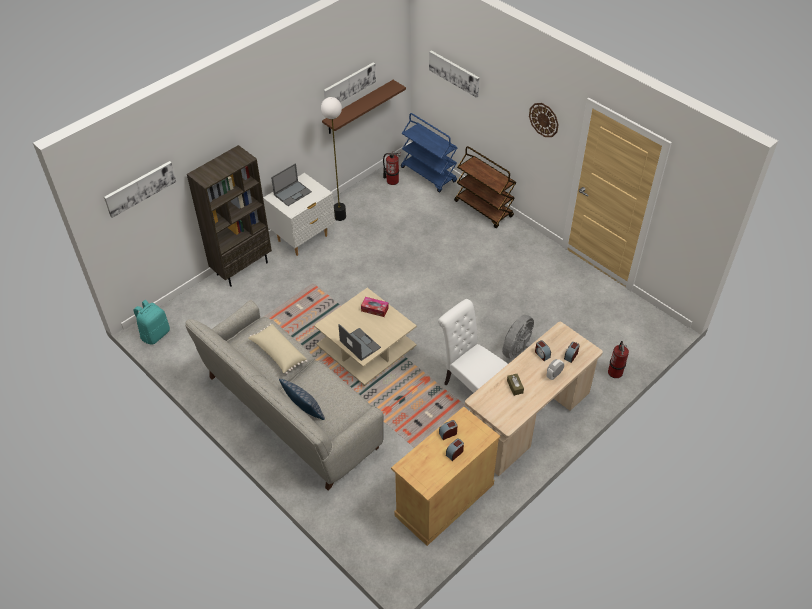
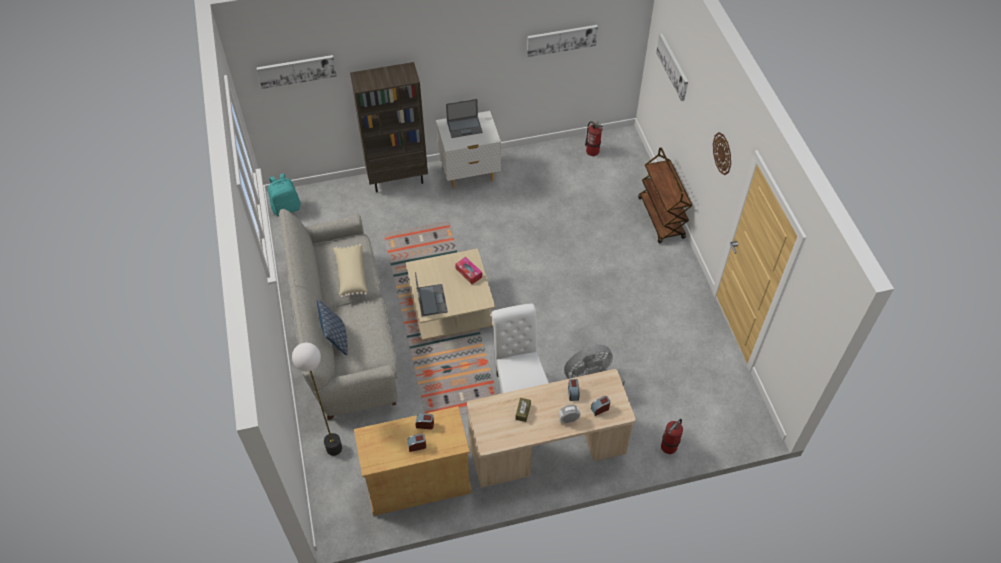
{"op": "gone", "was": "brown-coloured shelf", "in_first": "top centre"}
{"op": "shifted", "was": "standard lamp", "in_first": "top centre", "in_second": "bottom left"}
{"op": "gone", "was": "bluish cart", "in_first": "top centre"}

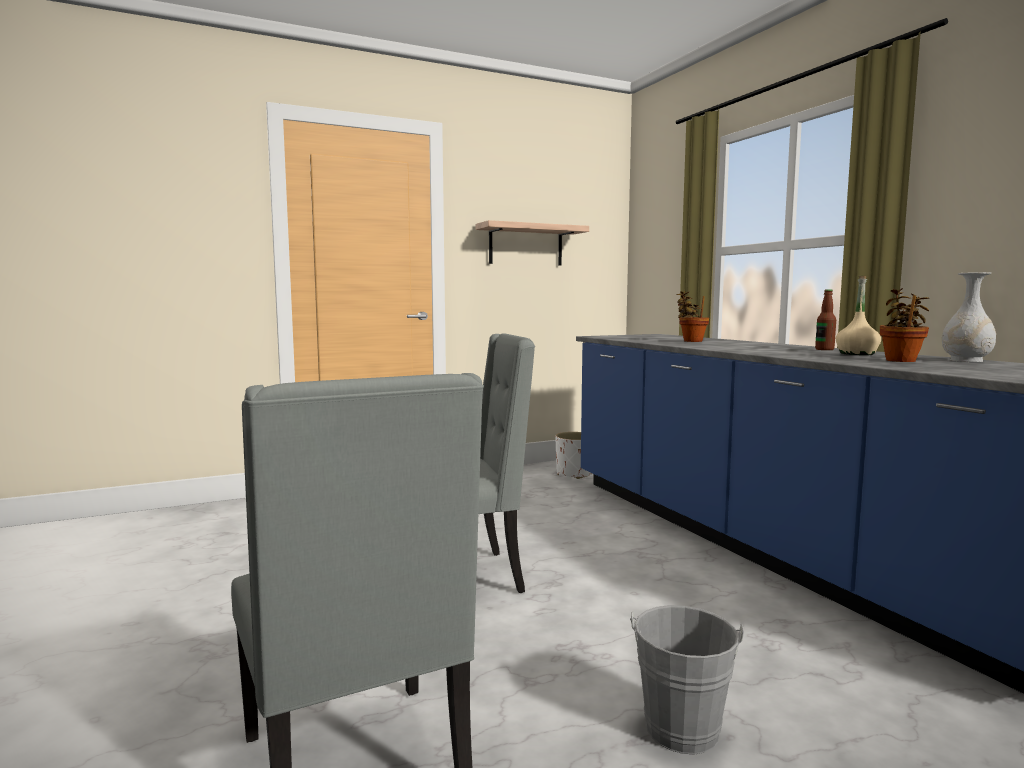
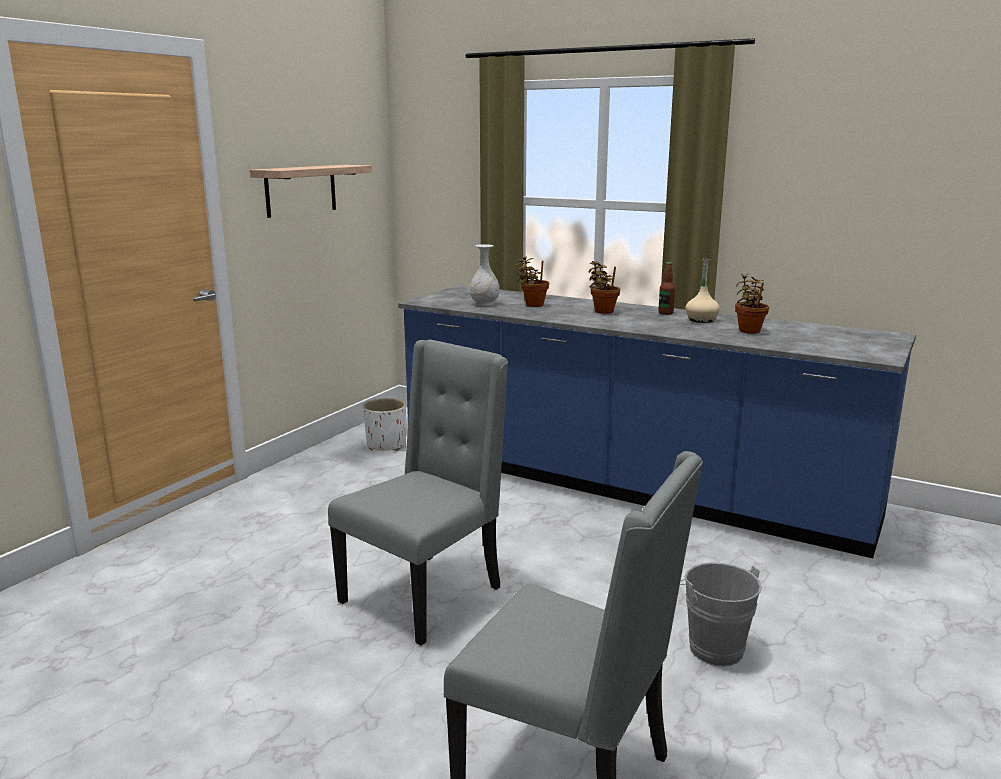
{"op": "shifted", "was": "whitish vase", "in_first": "middle right", "in_second": "centre"}
{"op": "new", "now": "houseplant (no. 2 from left)", "in_second": "centre"}

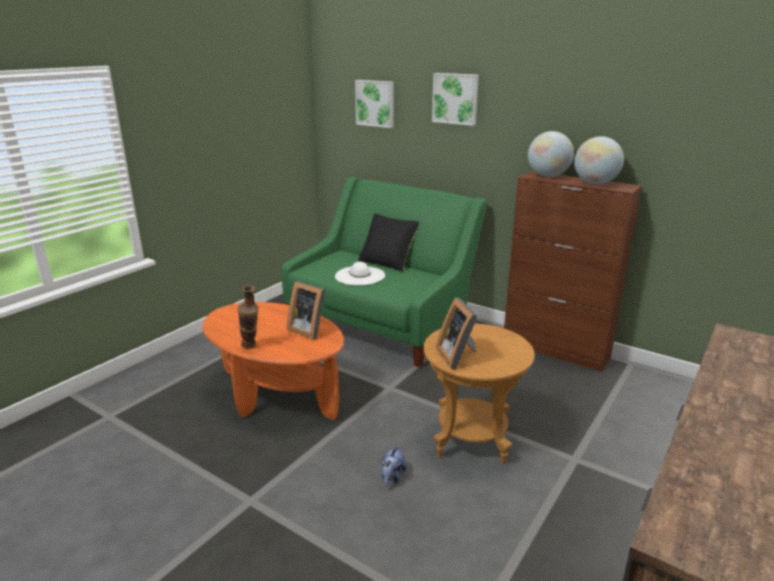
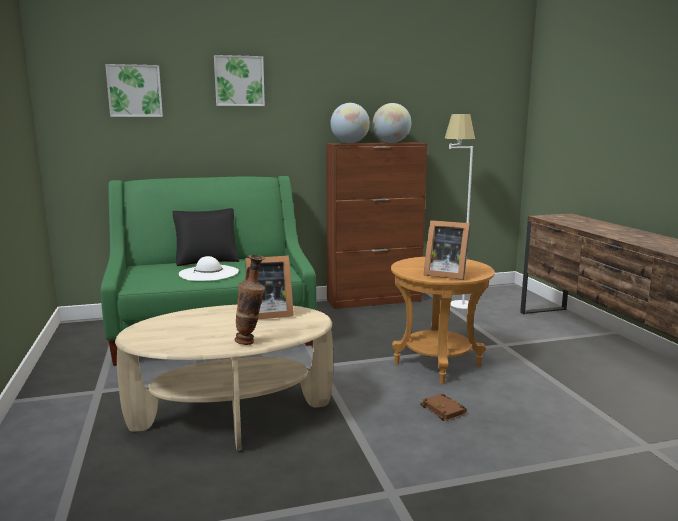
{"op": "repainted", "was": "orangey lounge table", "now": "beige-coloured lounge table", "in_first": "centre", "in_second": "bottom left"}
{"op": "swapped", "was": "cuddly toy", "now": "brown-coloured book", "in_first": "bottom centre", "in_second": "bottom centre"}
{"op": "new", "now": "whitish standard lamp", "in_second": "middle right"}

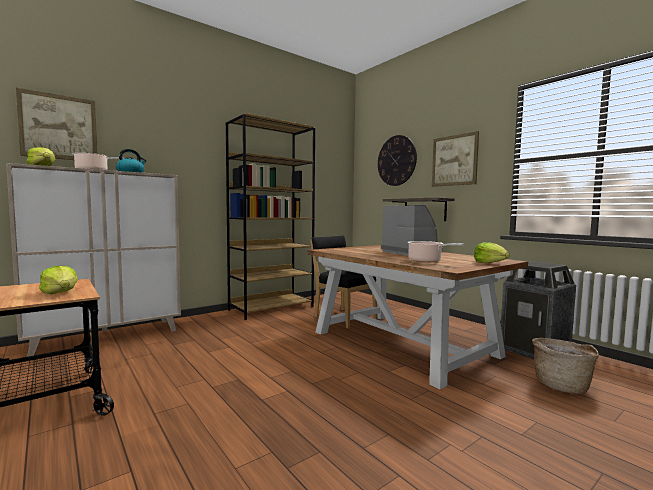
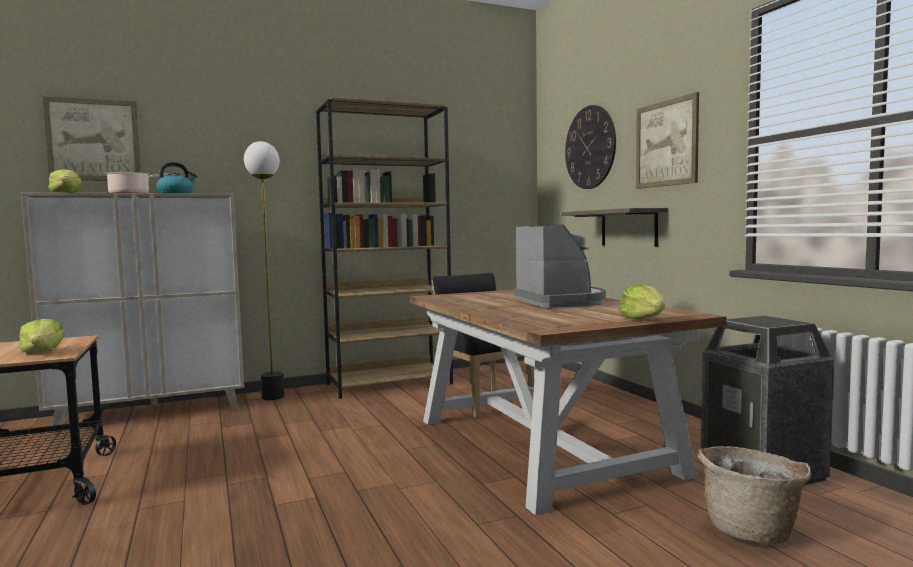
{"op": "gone", "was": "saucepot (no. 2 from left)", "in_first": "centre"}
{"op": "new", "now": "standard lamp", "in_second": "middle left"}

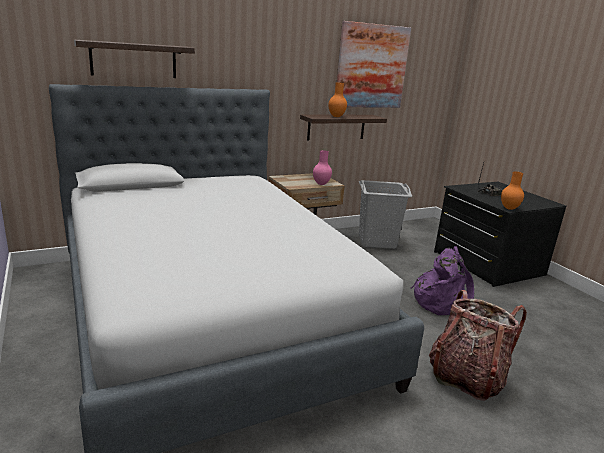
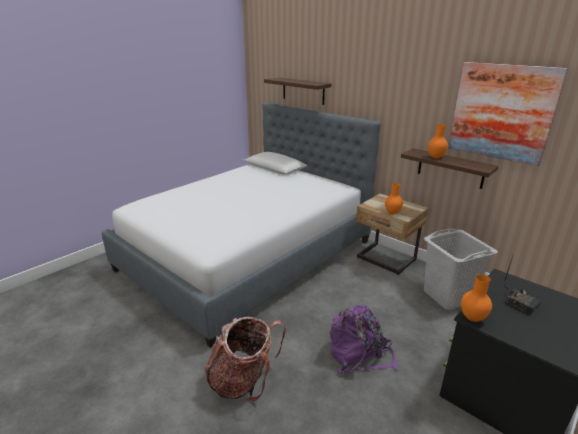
{"op": "repainted", "was": "pink-coloured vase", "now": "orangey vase (no. 1 from left)", "in_first": "centre", "in_second": "middle right"}

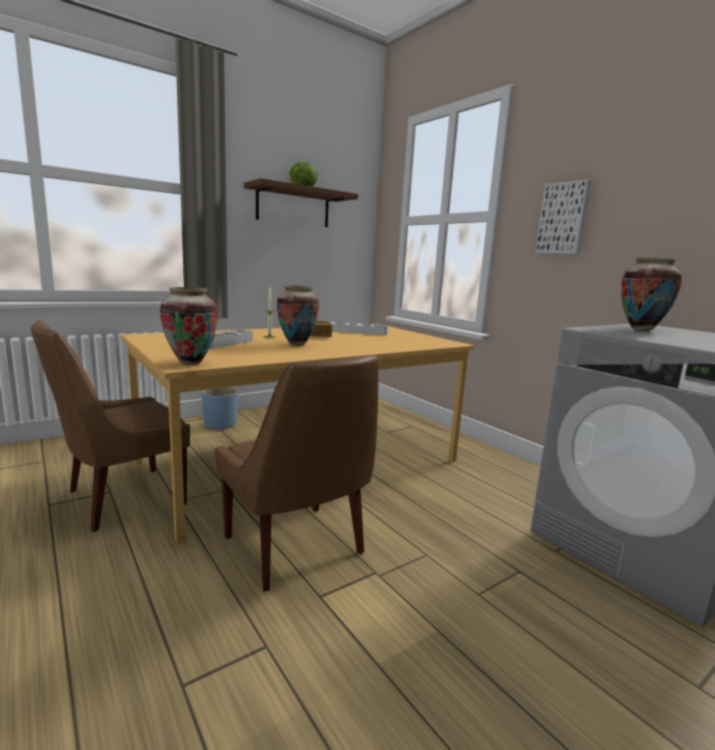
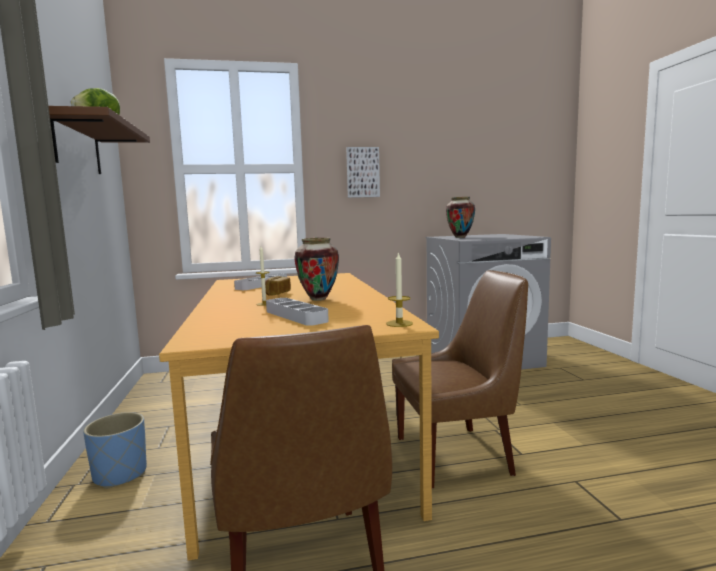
{"op": "swapped", "was": "vase (no. 1 from left)", "now": "candle (no. 2 from left)", "in_first": "middle left", "in_second": "centre"}

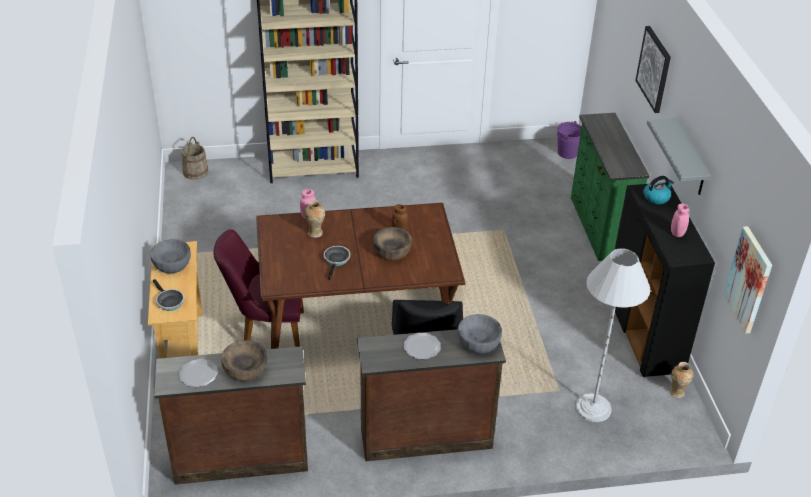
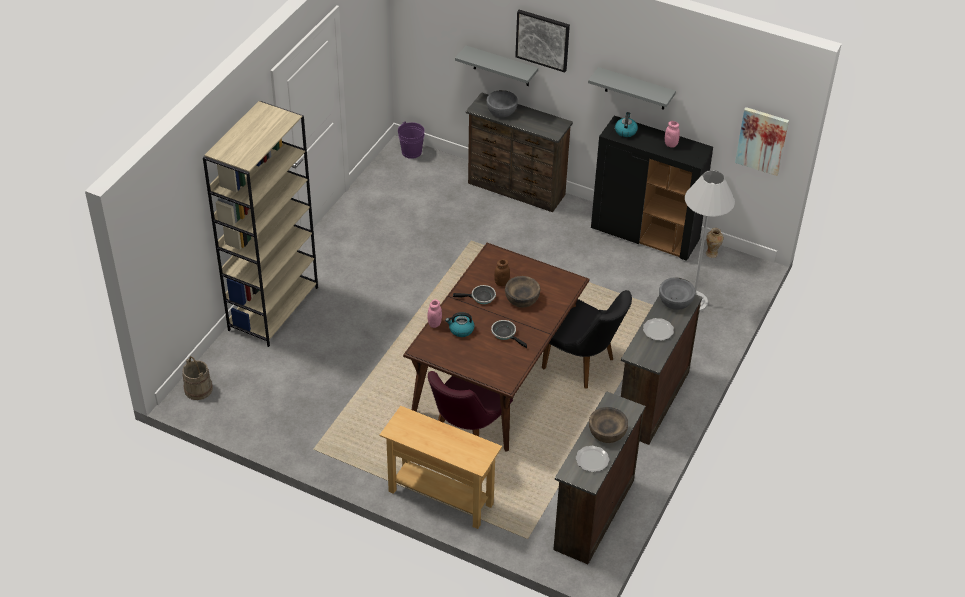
{"op": "repainted", "was": "green drawer chest", "now": "brown-coloured drawer chest (no. 1 from left)", "in_first": "middle right", "in_second": "top centre"}
{"op": "swapped", "was": "vase (no. 1 from left)", "now": "tea kettle (no. 1 from left)", "in_first": "centre", "in_second": "centre"}
{"op": "shifted", "was": "grey bowl (no. 1 from left)", "in_first": "middle left", "in_second": "top centre"}
{"op": "shifted", "was": "pan (no. 1 from left)", "in_first": "middle left", "in_second": "centre"}
{"op": "new", "now": "grey shelf (no. 1 from left)", "in_second": "top centre"}

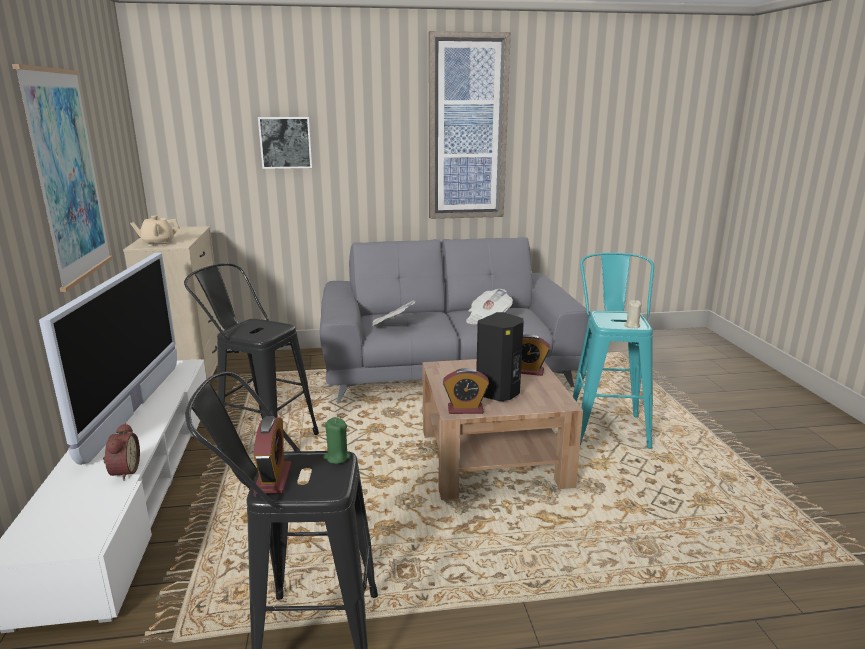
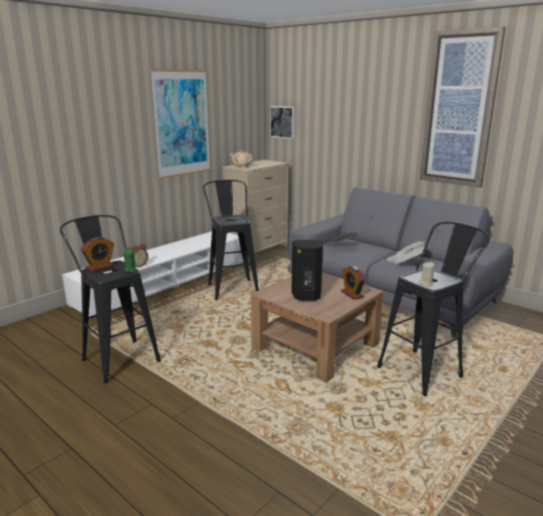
{"op": "shifted", "was": "picture (no. 2 from left)", "in_first": "top left", "in_second": "top centre"}
{"op": "gone", "was": "television", "in_first": "middle left"}
{"op": "repainted", "was": "turquoise sitting stool", "now": "black-coloured sitting stool (no. 3 from left)", "in_first": "middle right", "in_second": "middle right"}
{"op": "gone", "was": "alarm clock (no. 3 from left)", "in_first": "centre"}

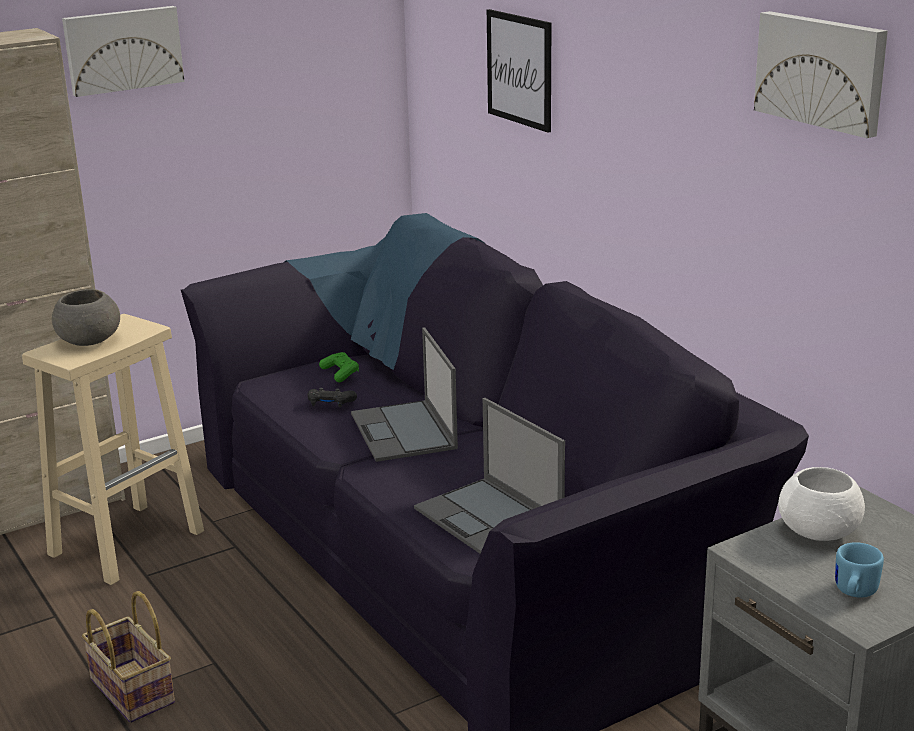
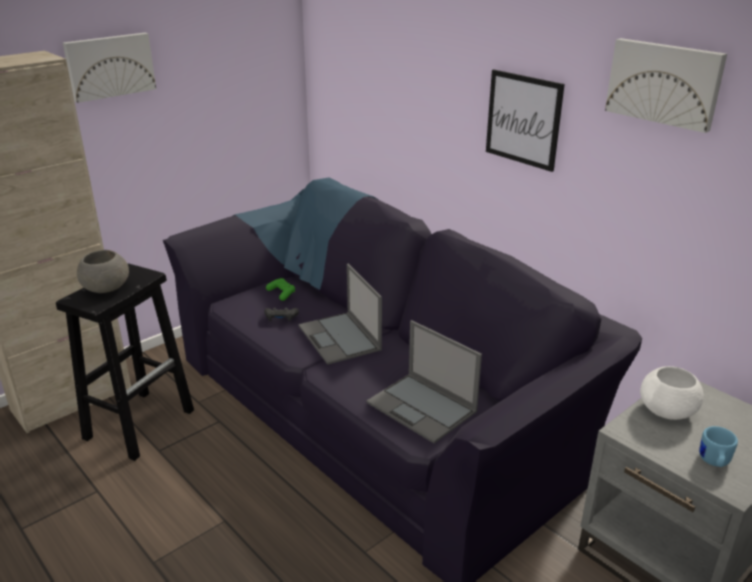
{"op": "shifted", "was": "picture (no. 2 from left)", "in_first": "top centre", "in_second": "top right"}
{"op": "repainted", "was": "beige-coloured sitting stool", "now": "black-coloured sitting stool", "in_first": "middle left", "in_second": "middle left"}
{"op": "gone", "was": "storage basket", "in_first": "bottom left"}

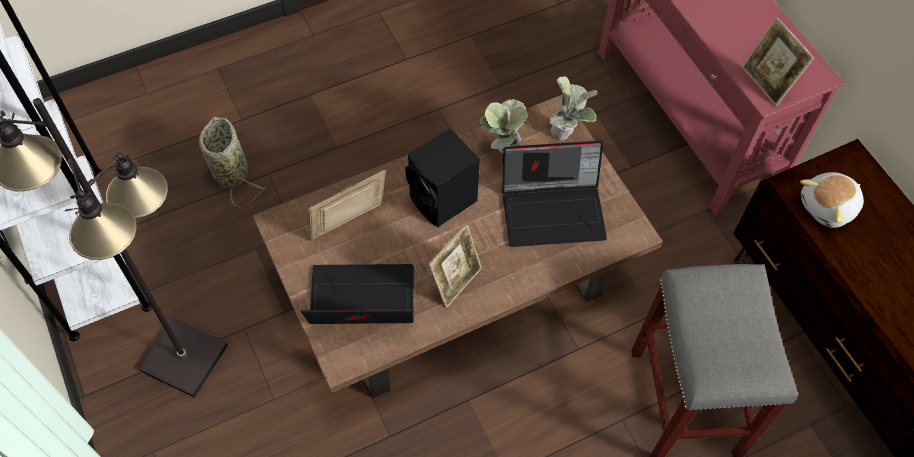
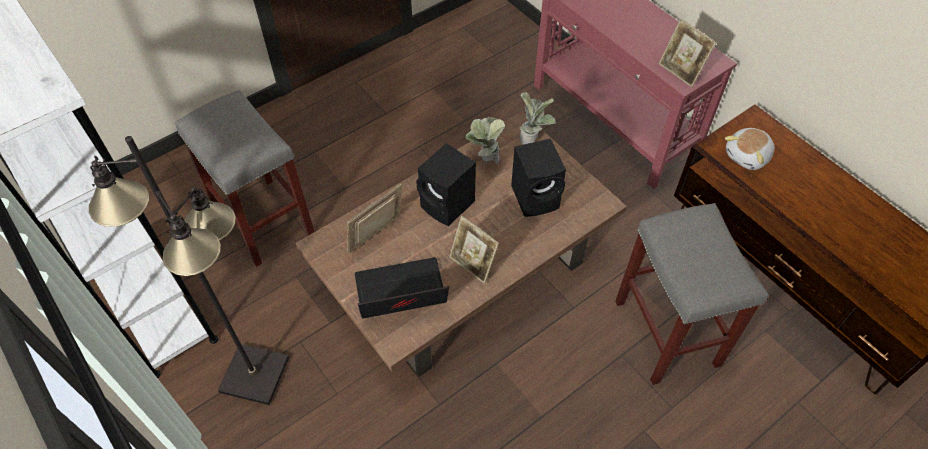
{"op": "swapped", "was": "storage basket", "now": "grey sitting stool (no. 1 from left)", "in_first": "middle left", "in_second": "middle left"}
{"op": "swapped", "was": "portable computer (no. 2 from left)", "now": "black-coloured audio speaker (no. 2 from left)", "in_first": "centre", "in_second": "centre"}
{"op": "rotated", "was": "photo frame (no. 2 from left)", "in_first": "centre", "in_second": "centre", "clockwise": 105}

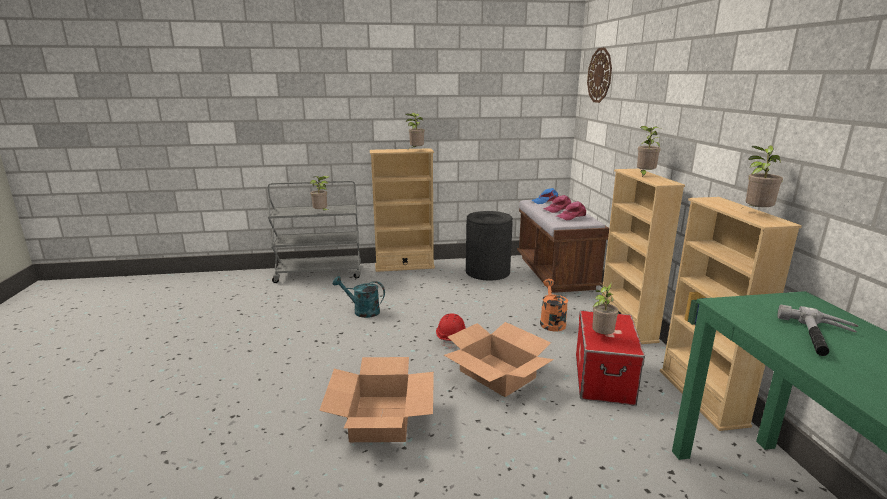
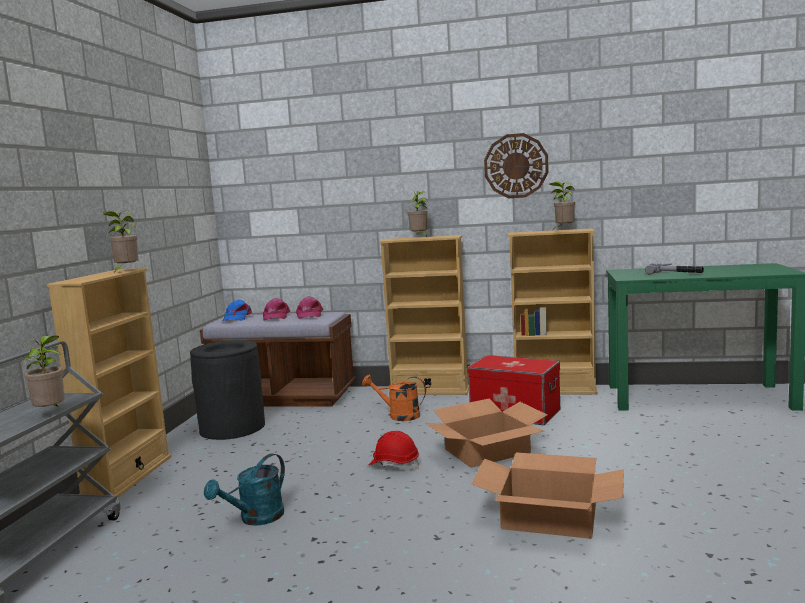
{"op": "shifted", "was": "wall clock", "in_first": "top right", "in_second": "top centre"}
{"op": "gone", "was": "houseplant (no. 3 from left)", "in_first": "middle right"}

